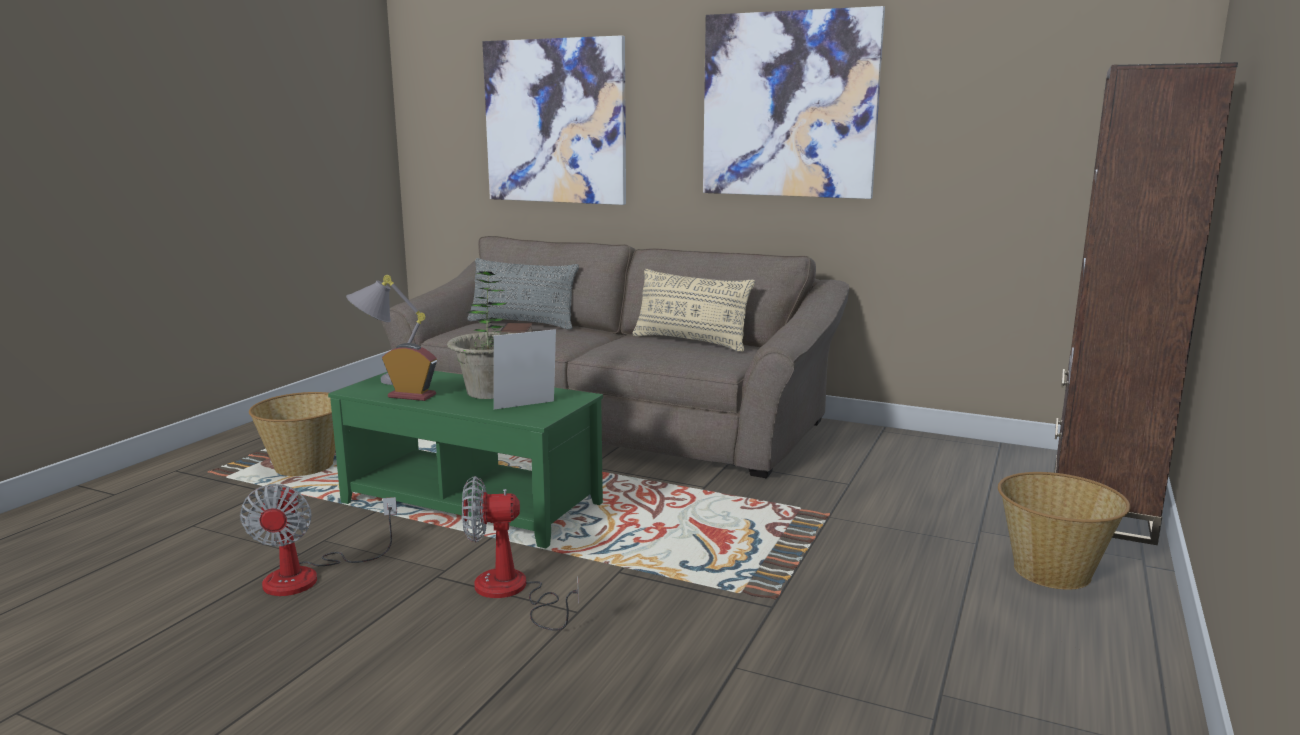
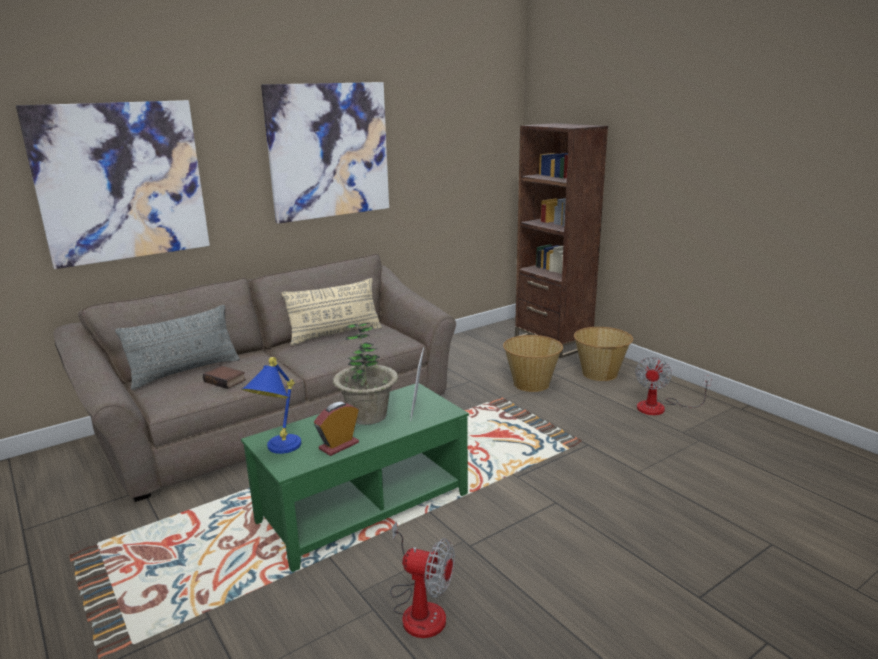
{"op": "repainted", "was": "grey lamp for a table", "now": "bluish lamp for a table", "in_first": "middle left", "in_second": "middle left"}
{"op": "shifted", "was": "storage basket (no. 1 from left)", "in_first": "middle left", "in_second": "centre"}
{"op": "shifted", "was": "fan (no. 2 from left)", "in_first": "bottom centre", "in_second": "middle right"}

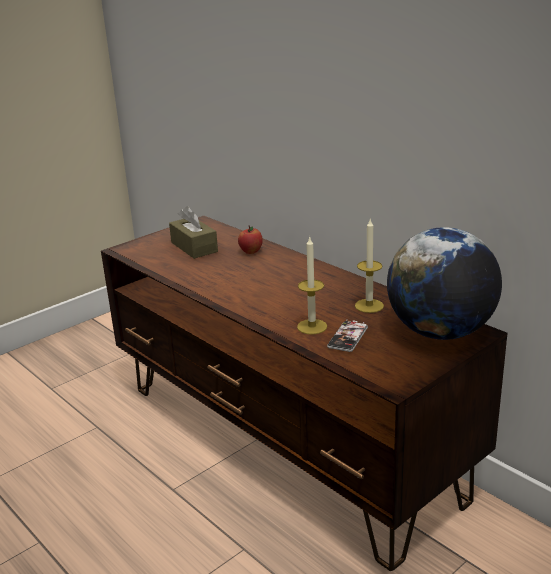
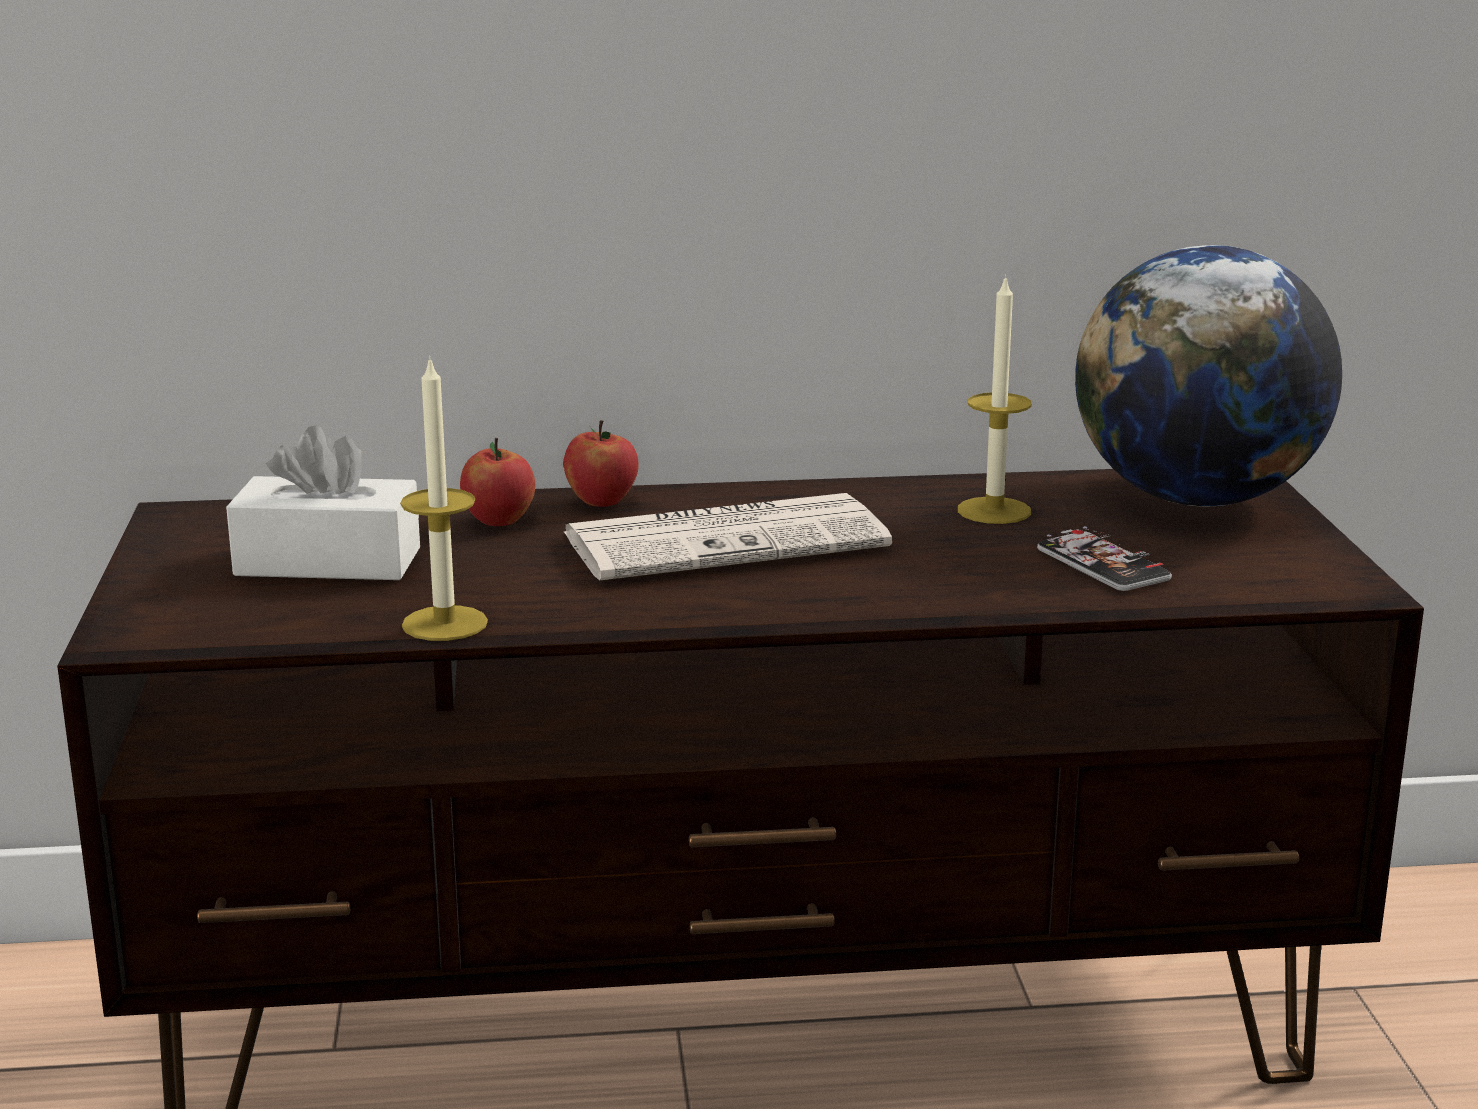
{"op": "repainted", "was": "brown-coloured tissue box", "now": "whitish tissue box", "in_first": "centre", "in_second": "middle left"}
{"op": "shifted", "was": "candle (no. 1 from left)", "in_first": "centre", "in_second": "middle left"}
{"op": "new", "now": "apple (no. 2 from left)", "in_second": "centre"}
{"op": "new", "now": "newspaper", "in_second": "centre"}

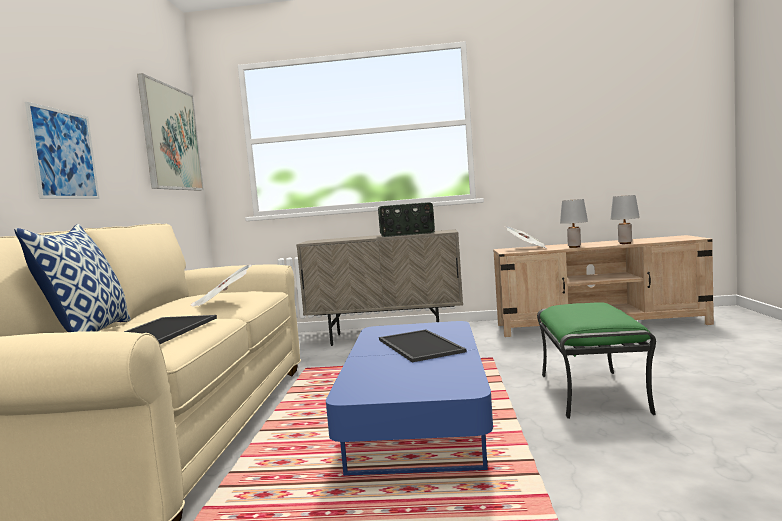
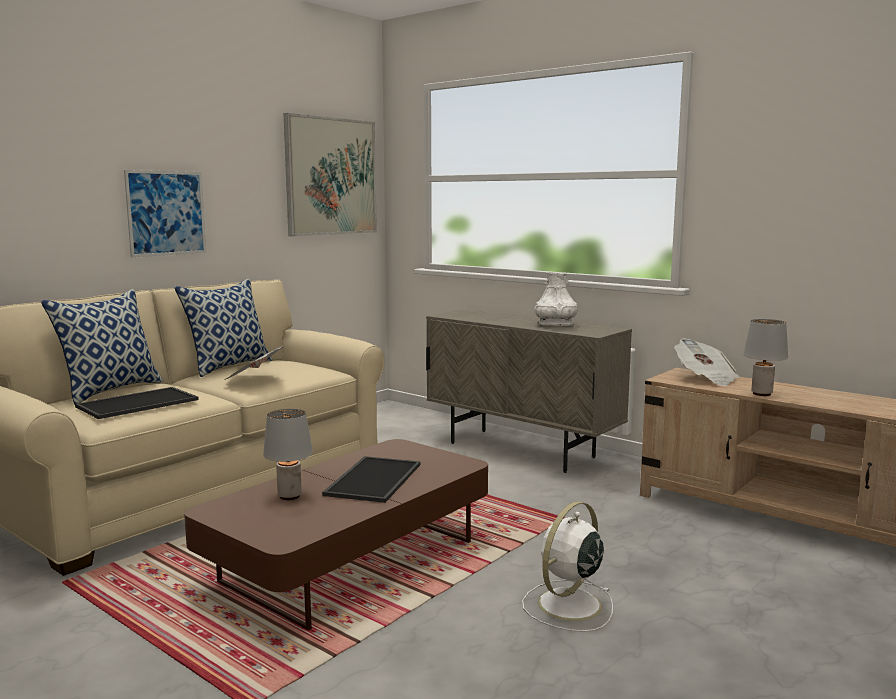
{"op": "shifted", "was": "grey lamp for a table (no. 2 from left in the first image)", "now": "grey lamp for a table (no. 1 from left)", "in_first": "middle right", "in_second": "middle left"}
{"op": "swapped", "was": "radio set", "now": "whitish vase", "in_first": "centre", "in_second": "centre"}
{"op": "swapped", "was": "green pouffe", "now": "whitish fan", "in_first": "bottom right", "in_second": "bottom centre"}
{"op": "repainted", "was": "bluish lounge table", "now": "brown-coloured lounge table", "in_first": "bottom centre", "in_second": "bottom centre"}
{"op": "new", "now": "cushion (no. 2 from left)", "in_second": "middle left"}

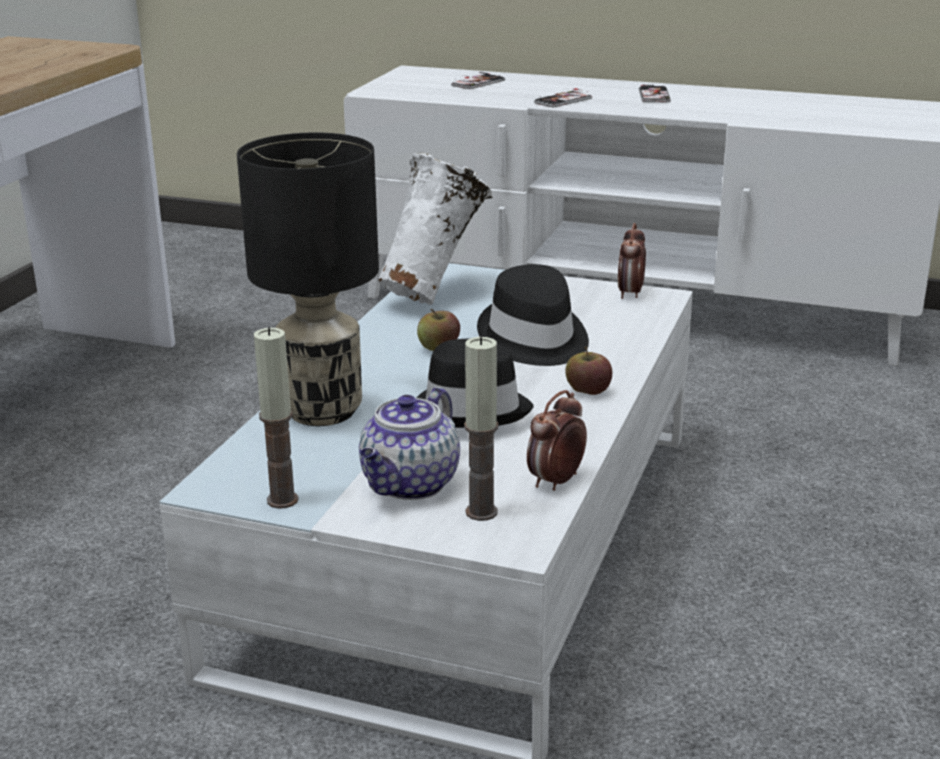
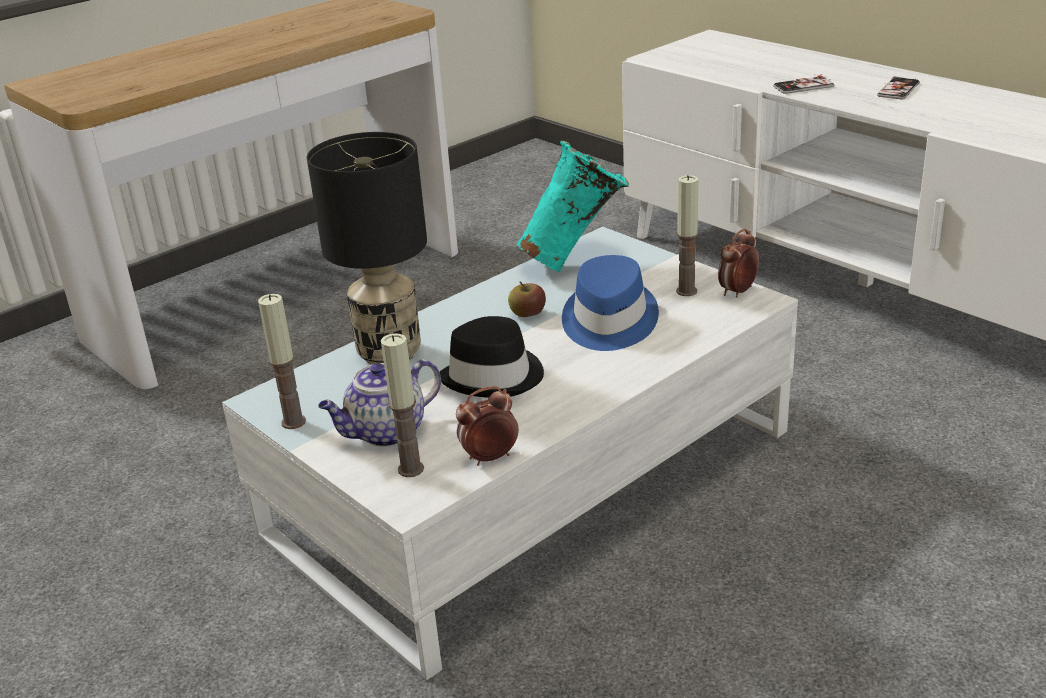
{"op": "gone", "was": "telephone (no. 1 from left)", "in_first": "top centre"}
{"op": "repainted", "was": "whitish vase", "now": "turquoise vase", "in_first": "top centre", "in_second": "top centre"}
{"op": "repainted", "was": "black-coloured hat (no. 2 from left)", "now": "bluish hat", "in_first": "centre", "in_second": "centre"}
{"op": "gone", "was": "apple (no. 2 from left)", "in_first": "centre"}
{"op": "new", "now": "candle (no. 3 from left)", "in_second": "centre"}

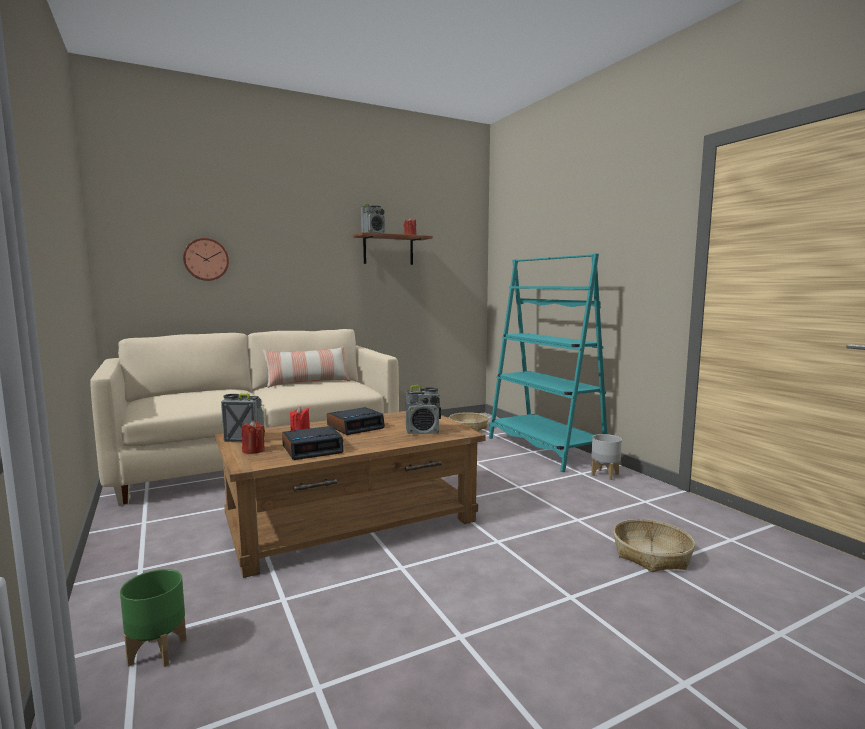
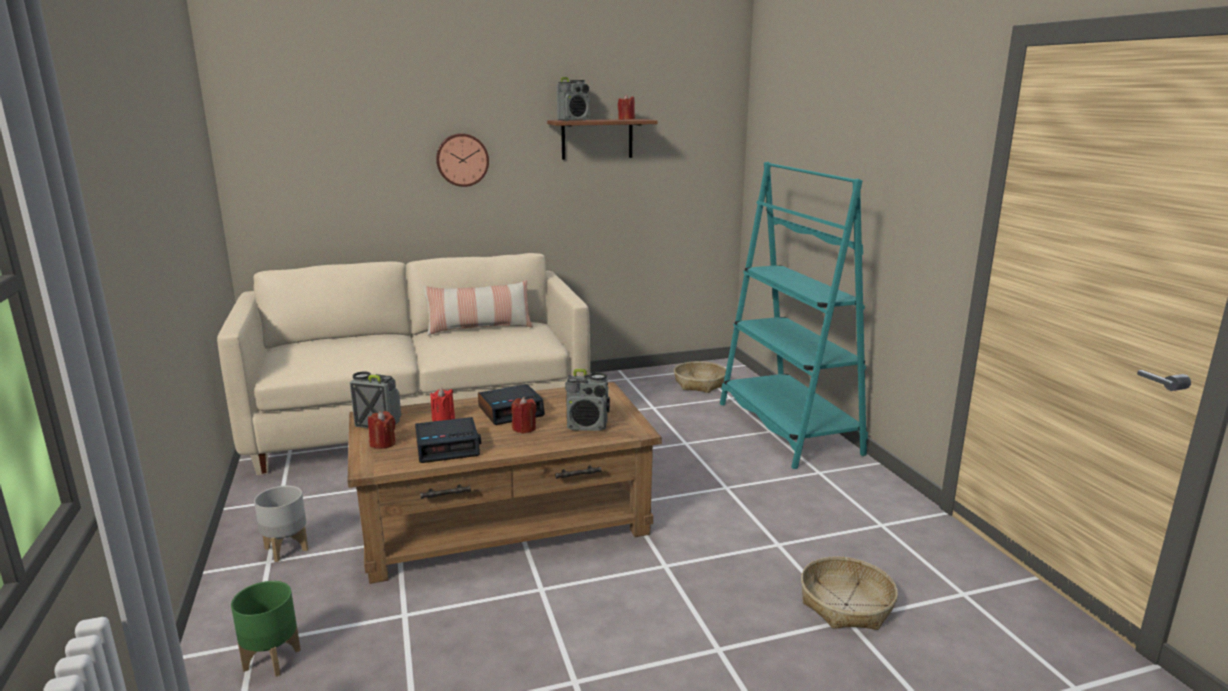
{"op": "shifted", "was": "wall clock", "in_first": "middle left", "in_second": "top centre"}
{"op": "shifted", "was": "grey flower pot", "in_first": "middle right", "in_second": "bottom left"}
{"op": "new", "now": "reddish candle (no. 3 from left)", "in_second": "centre"}

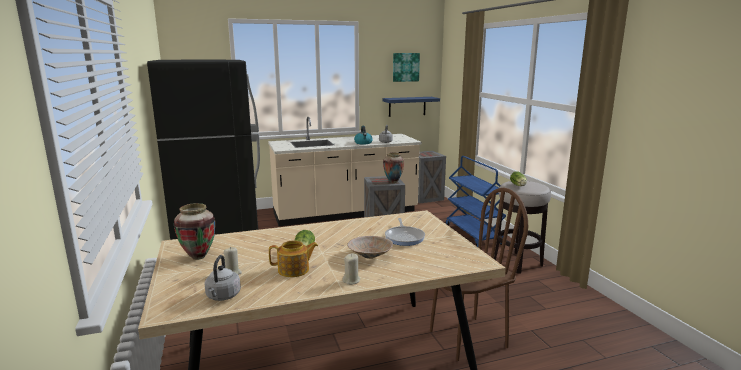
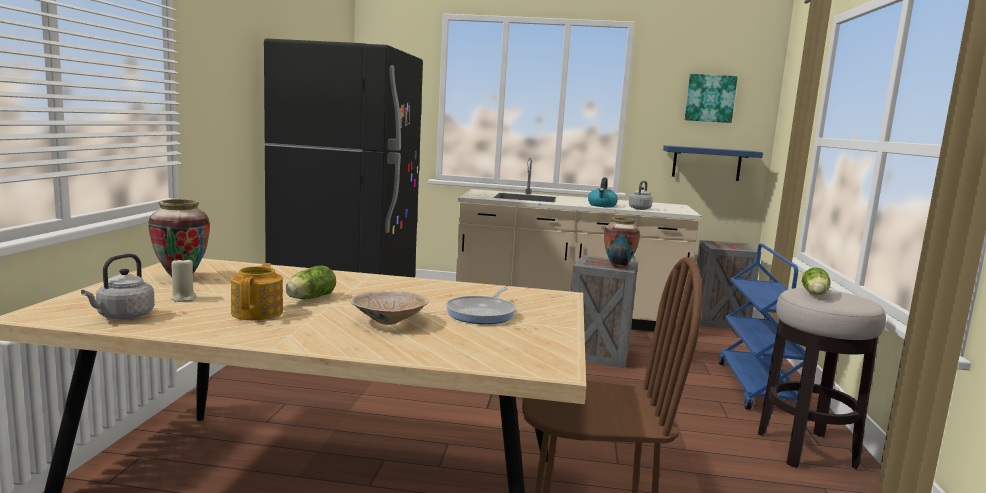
{"op": "rotated", "was": "pot for tea", "in_first": "bottom centre", "in_second": "middle left", "clockwise": -105}
{"op": "gone", "was": "beige-coloured candle (no. 2 from left)", "in_first": "bottom centre"}

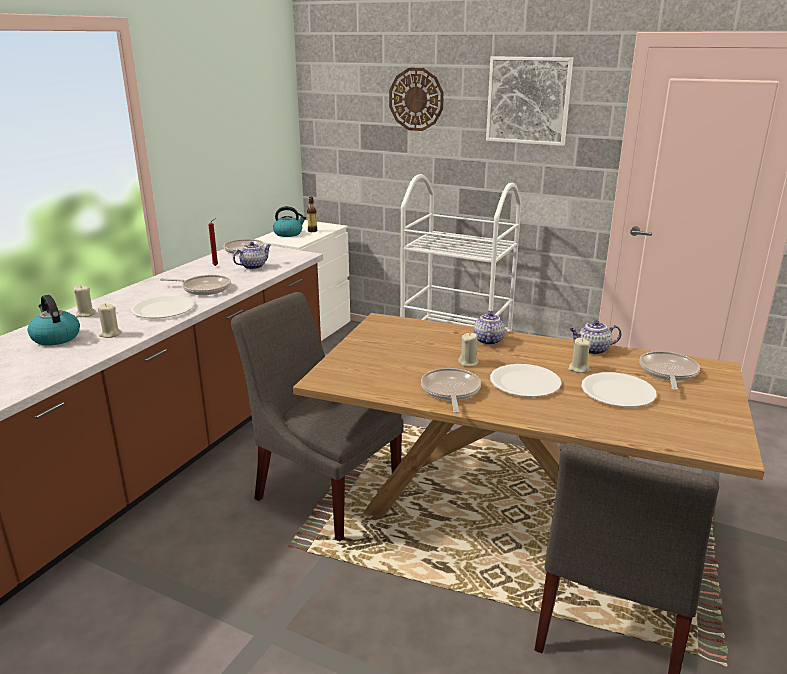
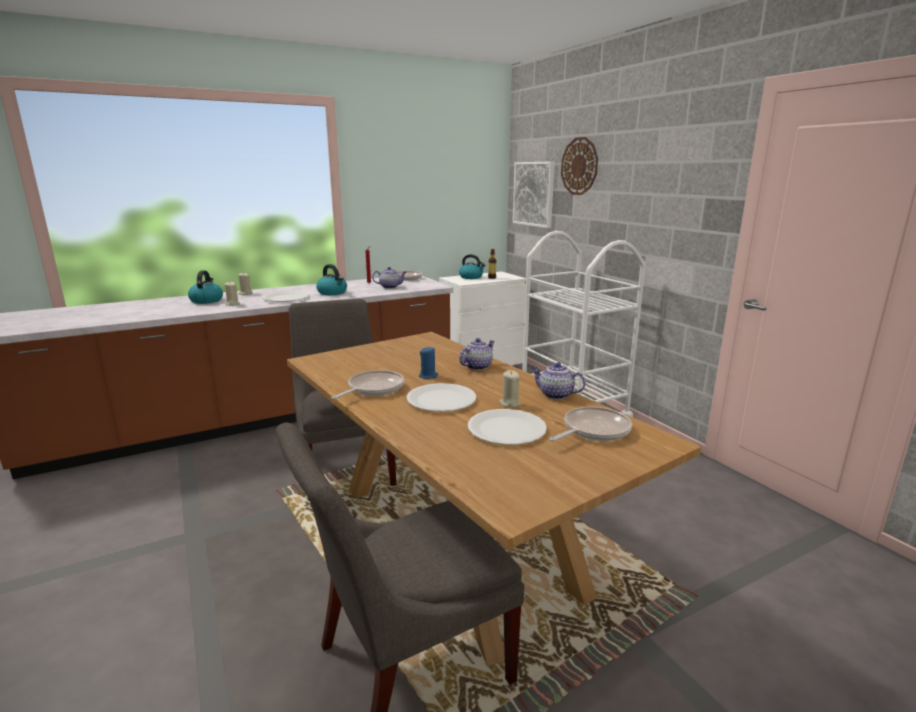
{"op": "shifted", "was": "picture", "in_first": "top right", "in_second": "top centre"}
{"op": "swapped", "was": "pan (no. 1 from left)", "now": "tea kettle (no. 2 from left)", "in_first": "middle left", "in_second": "centre"}
{"op": "repainted", "was": "beige-coloured candle (no. 3 from left)", "now": "bluish candle", "in_first": "centre", "in_second": "centre"}

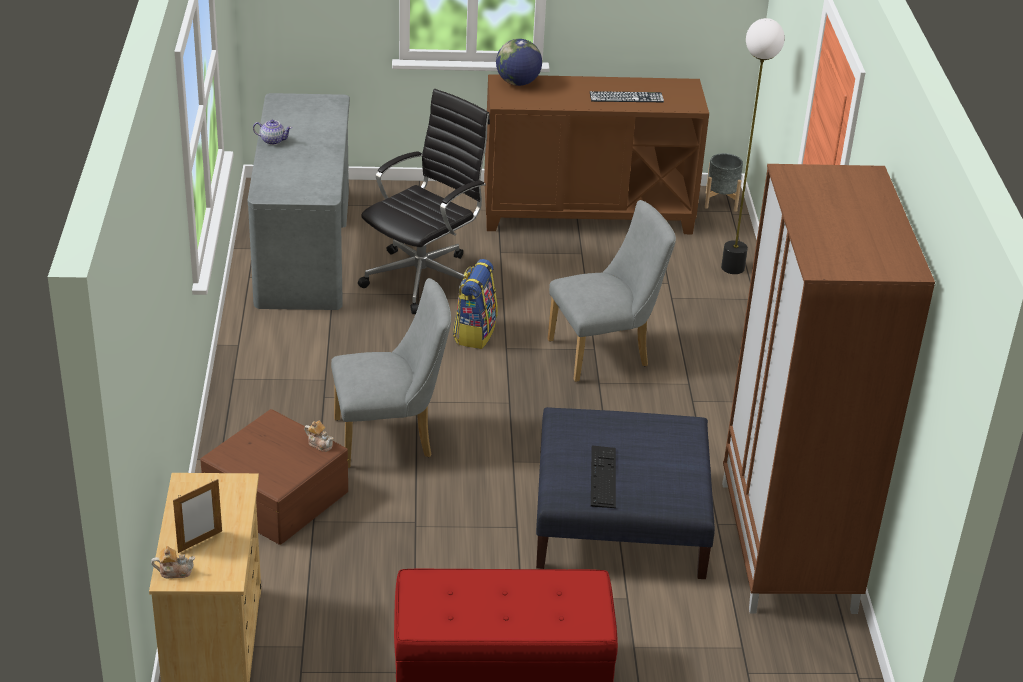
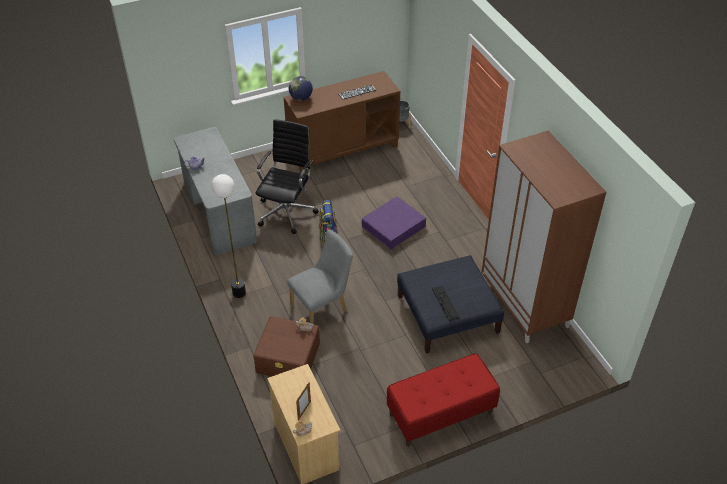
{"op": "shifted", "was": "standard lamp", "in_first": "top right", "in_second": "middle left"}
{"op": "swapped", "was": "grey chair (no. 2 from left)", "now": "purple-coloured storage bin", "in_first": "centre", "in_second": "centre"}

